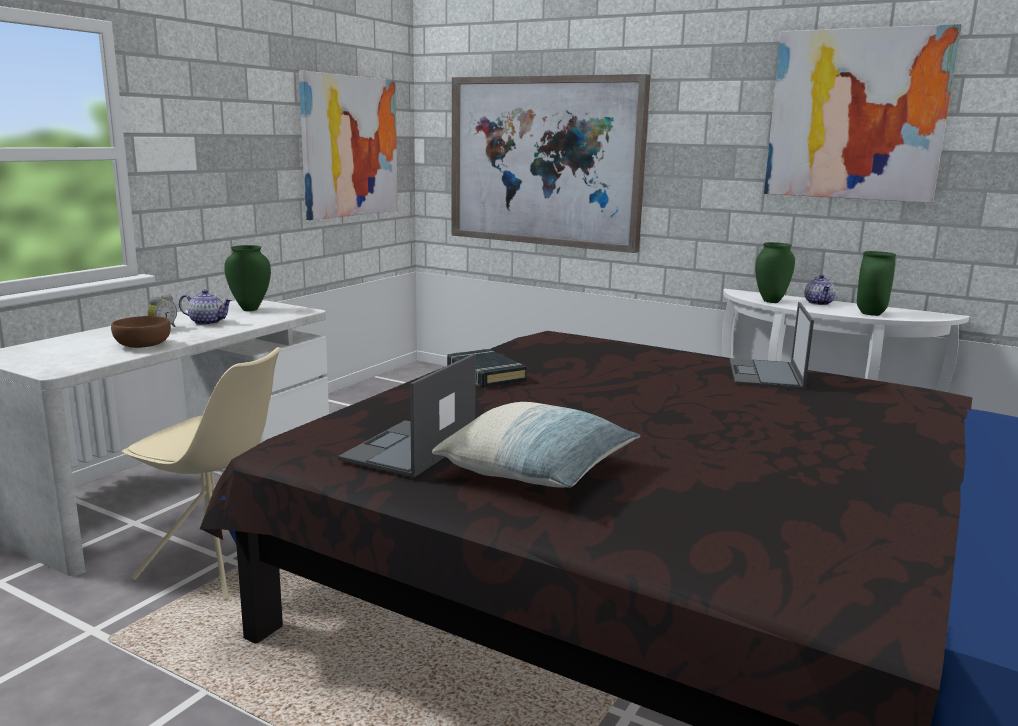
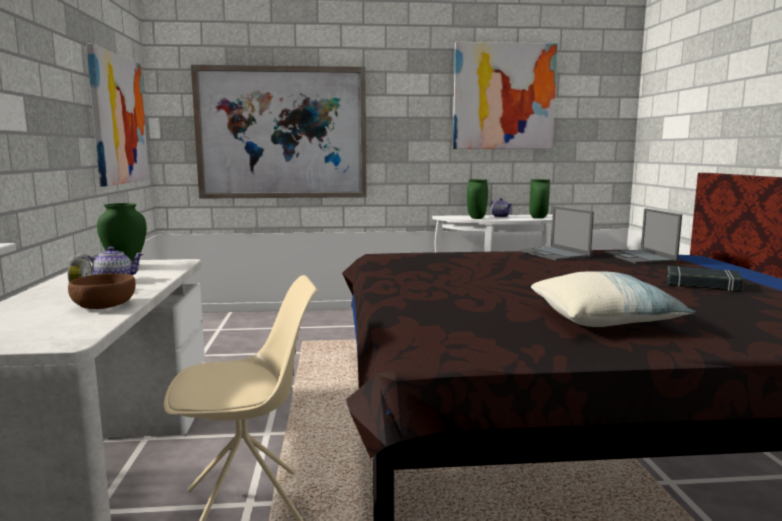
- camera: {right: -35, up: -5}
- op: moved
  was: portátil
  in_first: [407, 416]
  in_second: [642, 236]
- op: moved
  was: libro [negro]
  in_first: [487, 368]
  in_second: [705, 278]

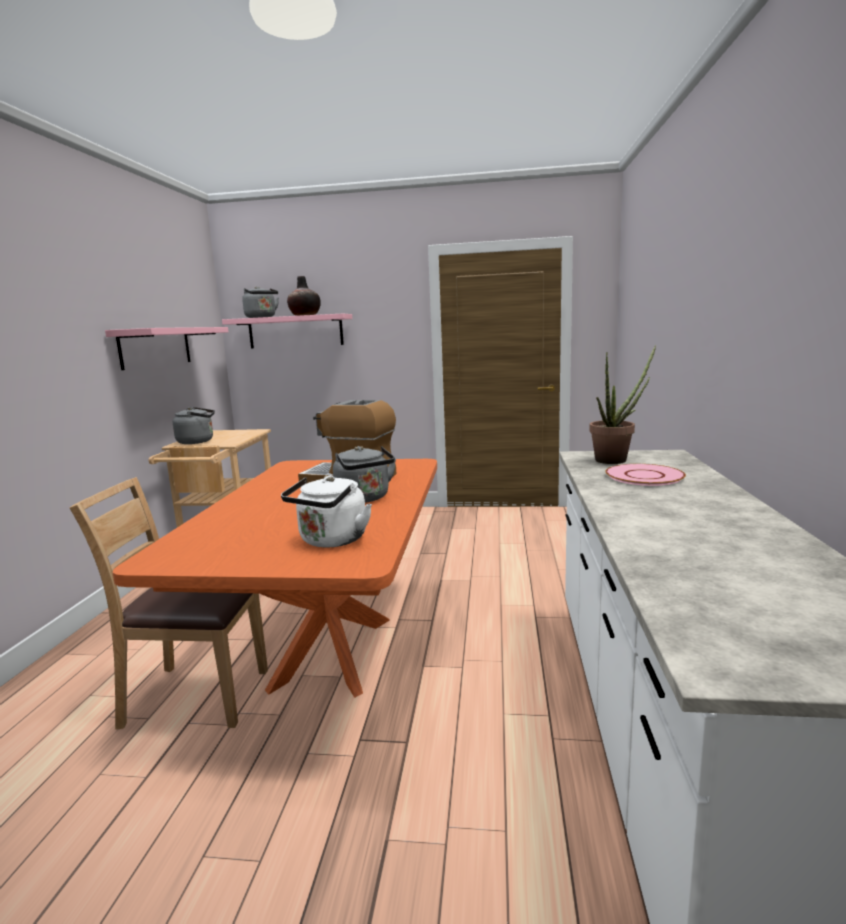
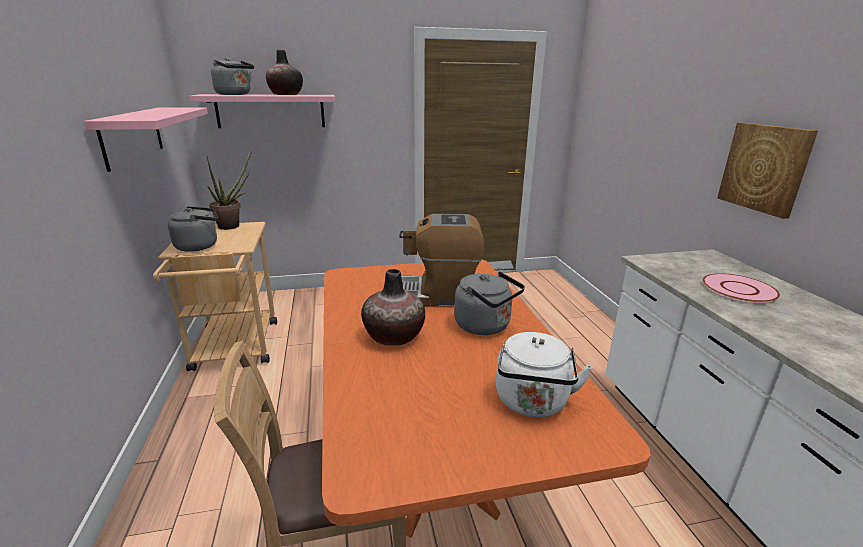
- camera: {right: -20, up: 10}
- op: moved
  was: planta en maceta
  in_first: [622, 404]
  in_second: [229, 189]
- op: added
  now: florero
  in_second: [393, 307]
- op: added
  now: cuadro
  in_second: [767, 170]

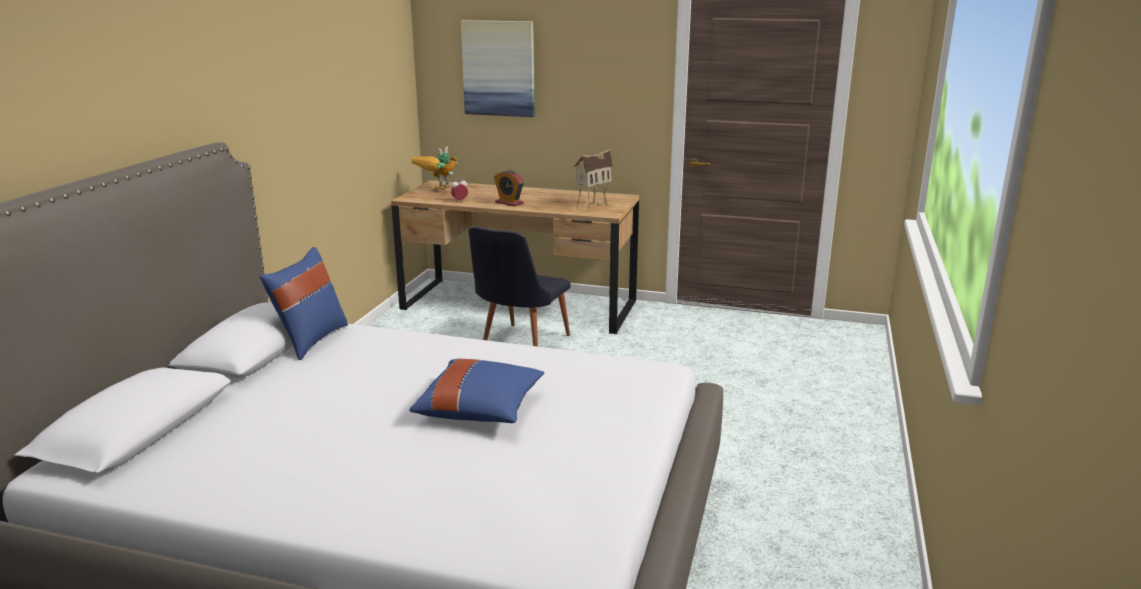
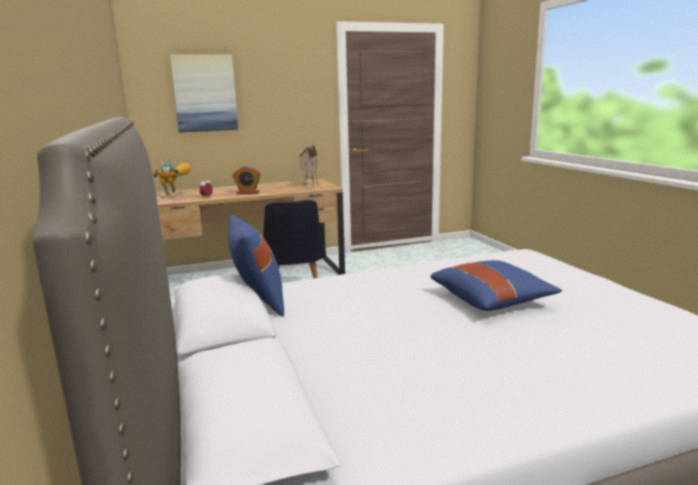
- camera: {right: -35, up: -5}
- op: turned
  was: robot de juguete
  in_first: [434, 169]
  in_second: [171, 178]
  clockwise: -90

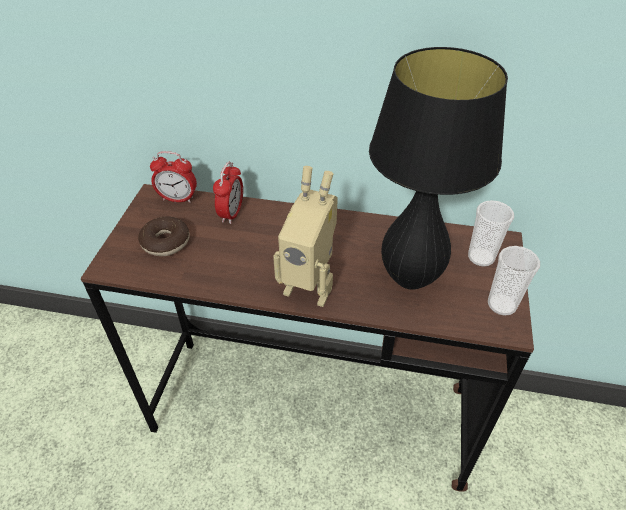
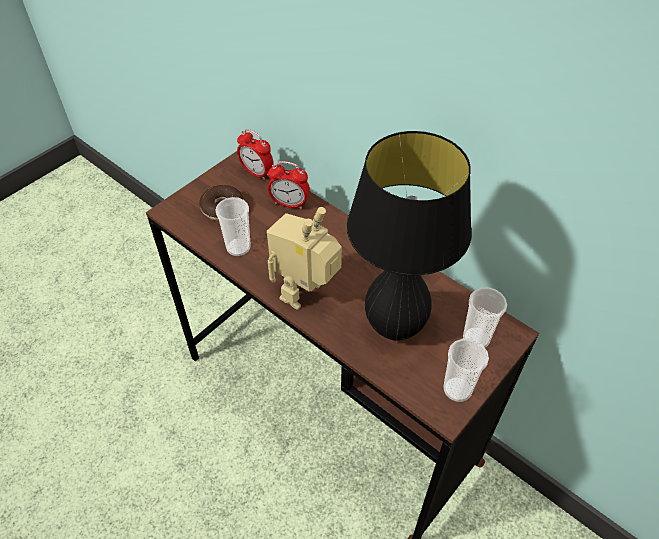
- camera: {right: 30, up: 5}
- op: turned
  was: despertador
  in_first: [228, 193]
  in_second: [289, 185]
  clockwise: 60
- op: turned
  was: robot de juguete
  in_first: [305, 236]
  in_second: [304, 258]
  clockwise: 75
- op: added
  now: taza
  in_second: [233, 226]

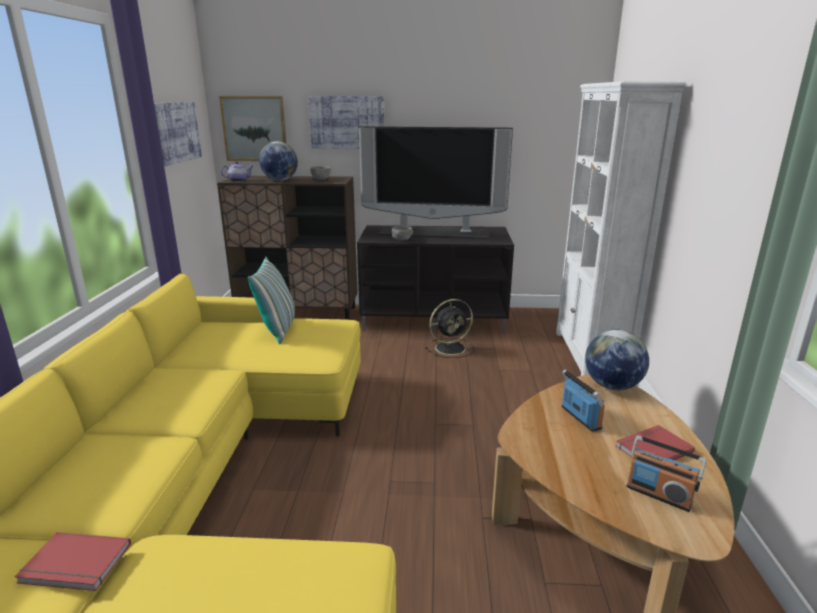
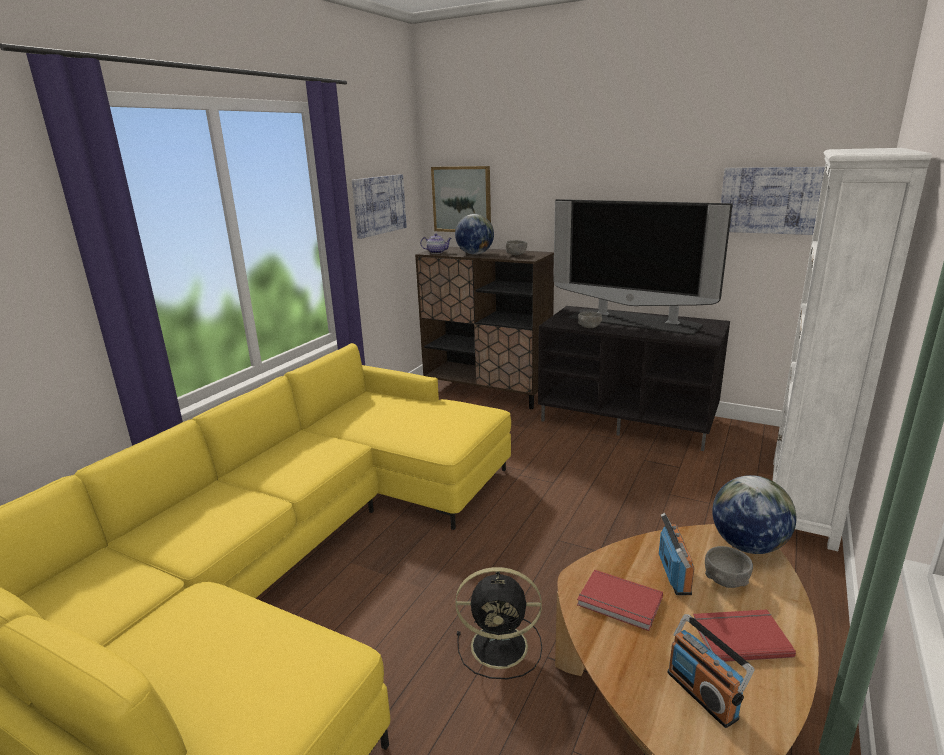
- camera: {right: 25, up: 0}
- op: moved
  was: libro [rojo]
  in_first: [72, 561]
  in_second: [620, 600]
- op: removed
  was: cojín
  in_first: [271, 300]
- op: moved
  was: cuadro
  in_first: [346, 122]
  in_second: [773, 201]
- op: moved
  was: ventilador [negro]
  in_first: [449, 328]
  in_second: [498, 623]
- op: added
  now: cuenco [gris]
  in_second: [729, 567]

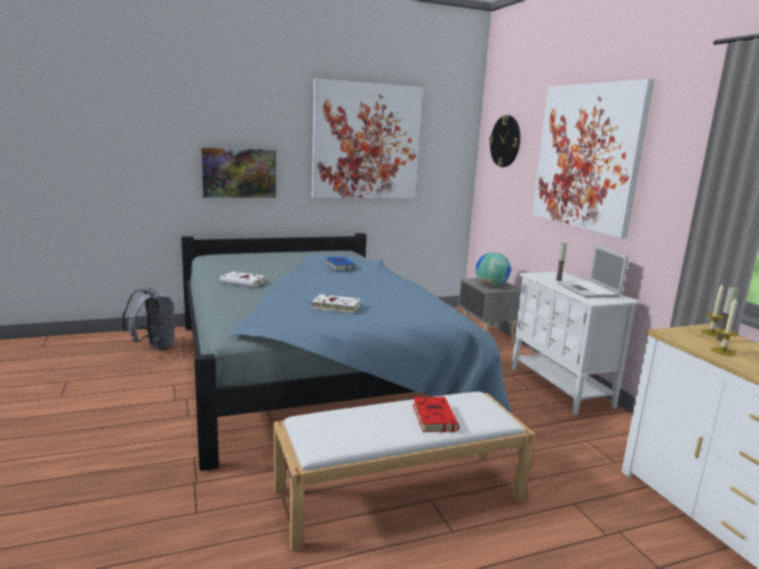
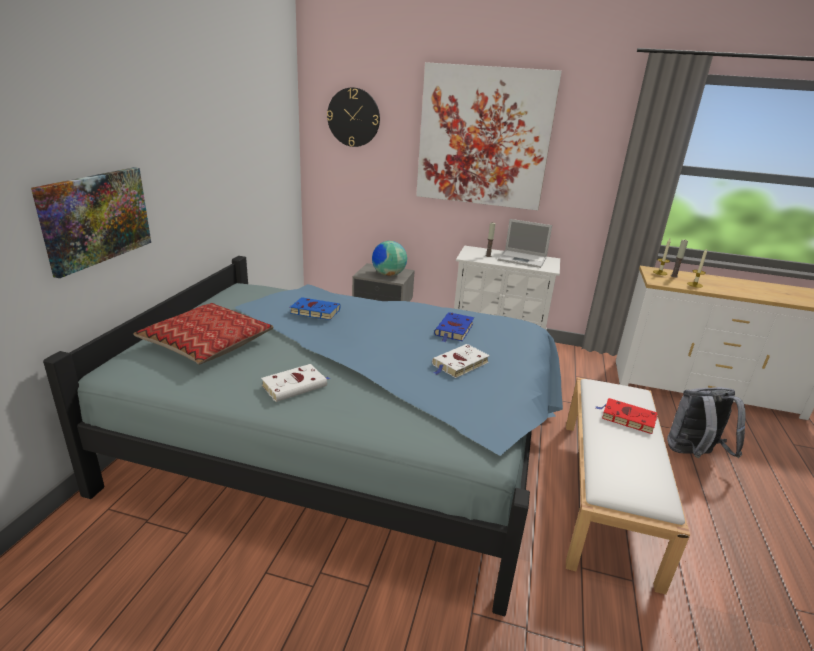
- camera: {right: -55, up: 10}
- op: moved
  was: mochila [gris]
  in_first: [148, 319]
  in_second: [706, 422]
- op: removed
  was: cuadro
  in_first: [367, 138]
- op: added
  now: cojín
  in_second: [203, 334]
- op: added
  now: libro [azul]
  in_second: [454, 327]

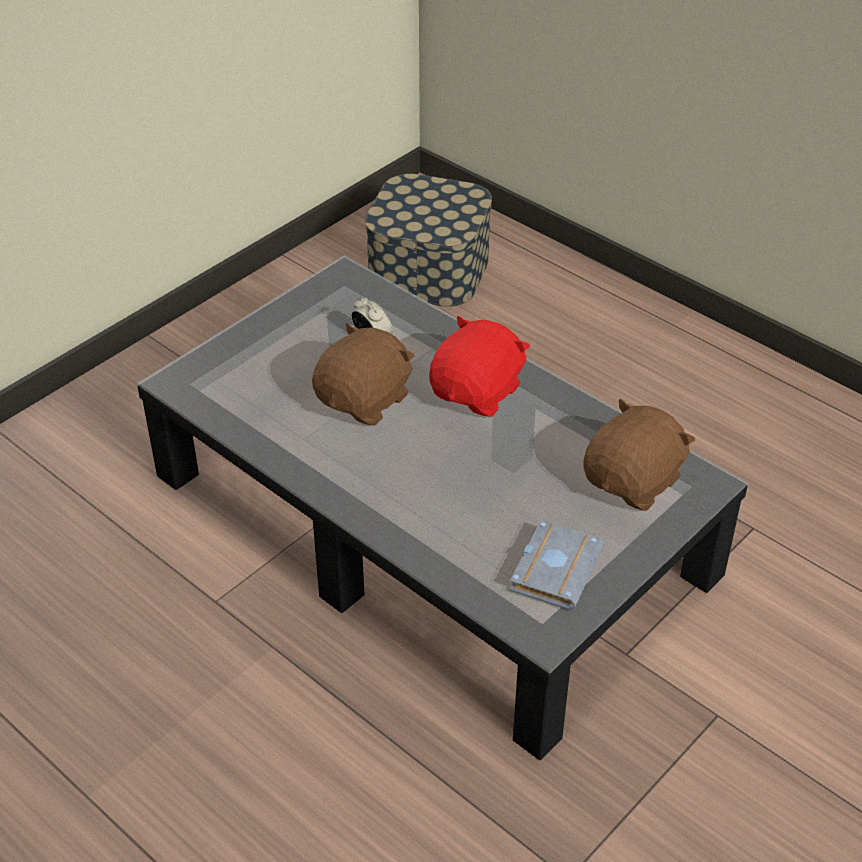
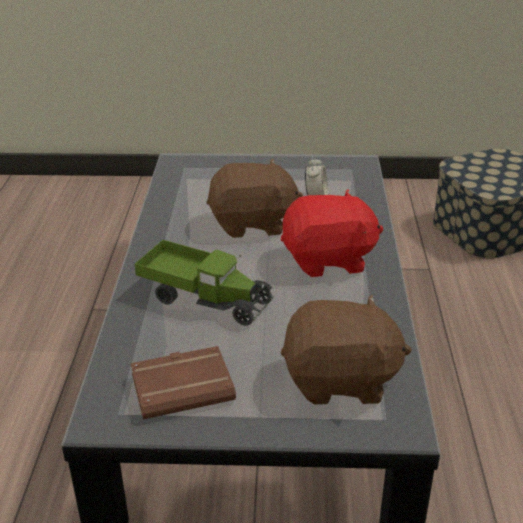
- camera: {right: 50, up: -10}
- op: recoloured
  was: libro [gris]
  now: libro [marrón]
  in_first: [557, 565]
  in_second: [183, 382]
- op: added
  now: camión de juguete
  in_second: [204, 283]

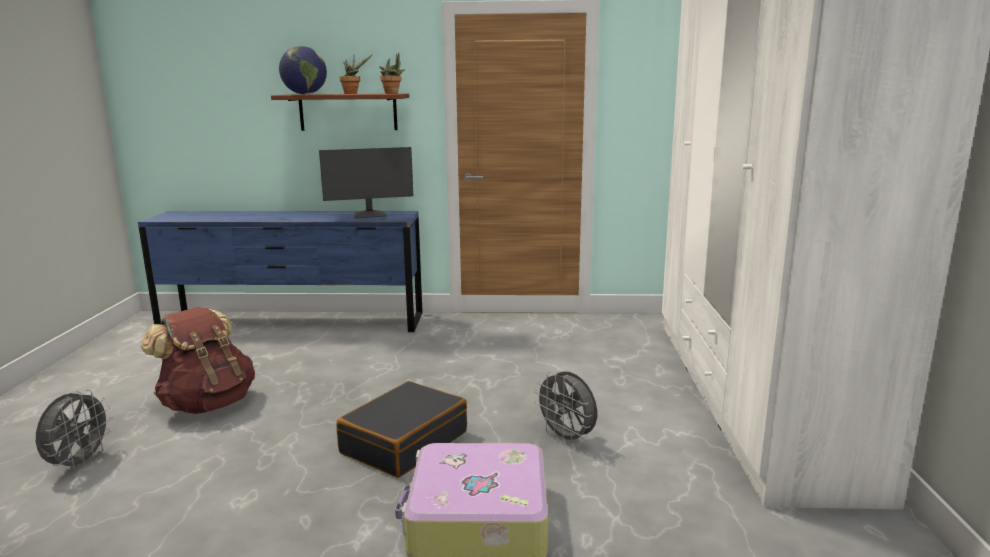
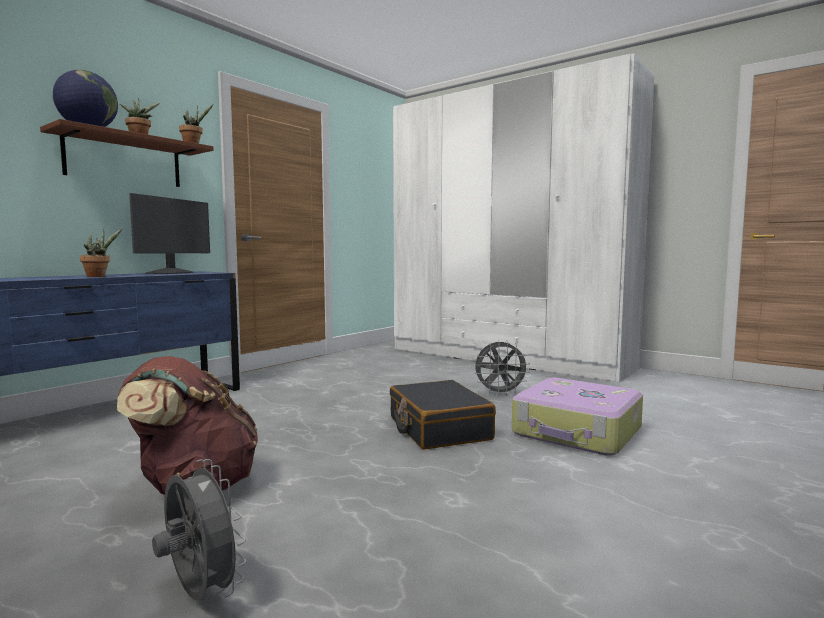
- camera: {right: -55, up: -10}
- op: added
  now: planta en maceta
  in_second: [101, 253]

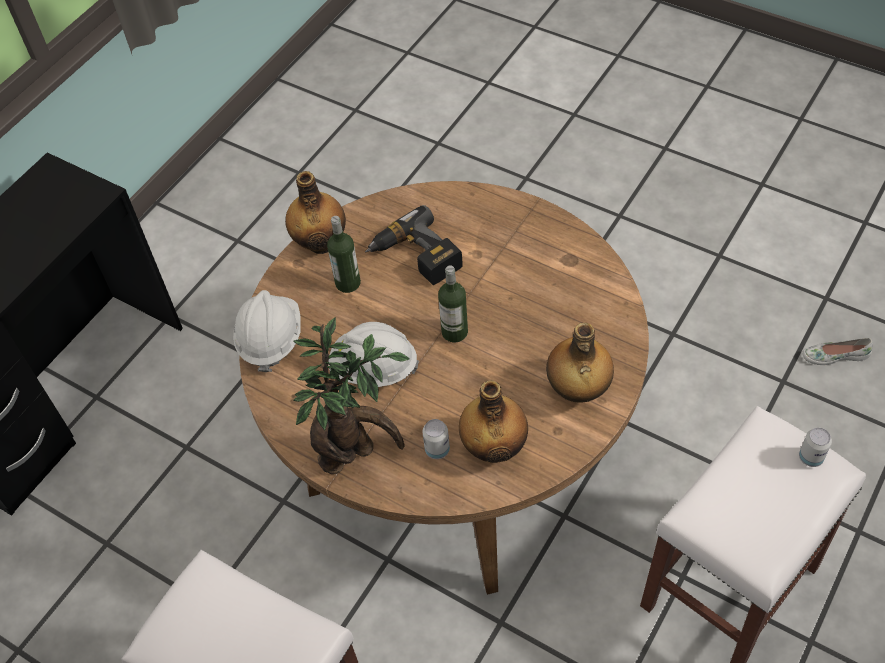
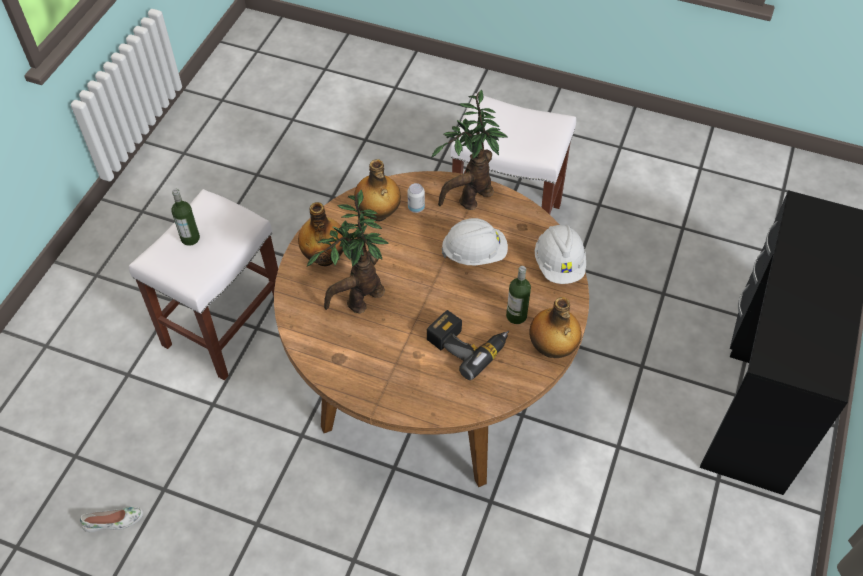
- camera: {right: 165, up: 0}
- op: moved
  was: botella
  in_first: [453, 304]
  in_second: [185, 217]
- op: removed
  was: lata
  in_first: [815, 447]
- op: added
  now: planta en maceta
  in_second: [348, 251]

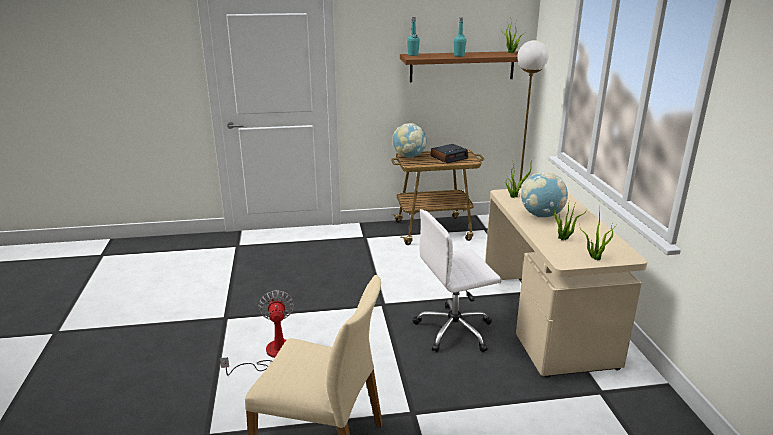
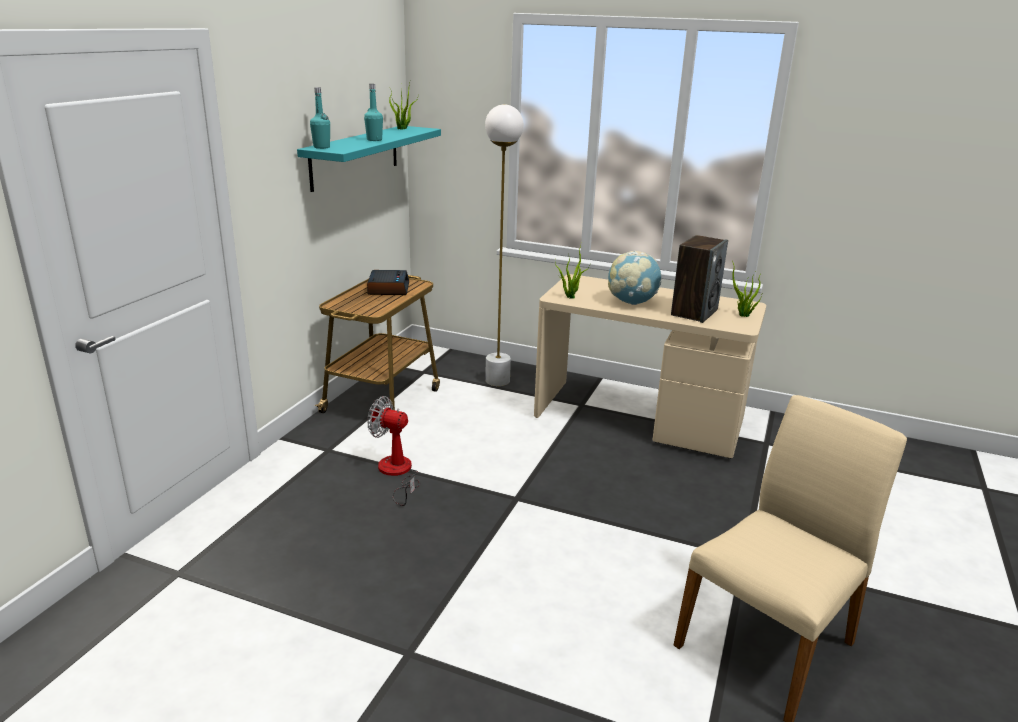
- camera: {right: -60, up: 0}
- op: moved
  was: ventilador
  in_first: [257, 333]
  in_second: [393, 451]
- op: removed
  was: globo terráqueo
  in_first: [409, 140]
- op: recoloured
  was: estante [marrón]
  now: estante [turquesa]
  in_first: [459, 66]
  in_second: [369, 159]
- op: removed
  was: silla de oficina [blanco]
  in_first: [457, 280]
- op: replaced
  was: planta en maceta
  now: altavoz
  in_first: [570, 219]
  in_second: [699, 279]

